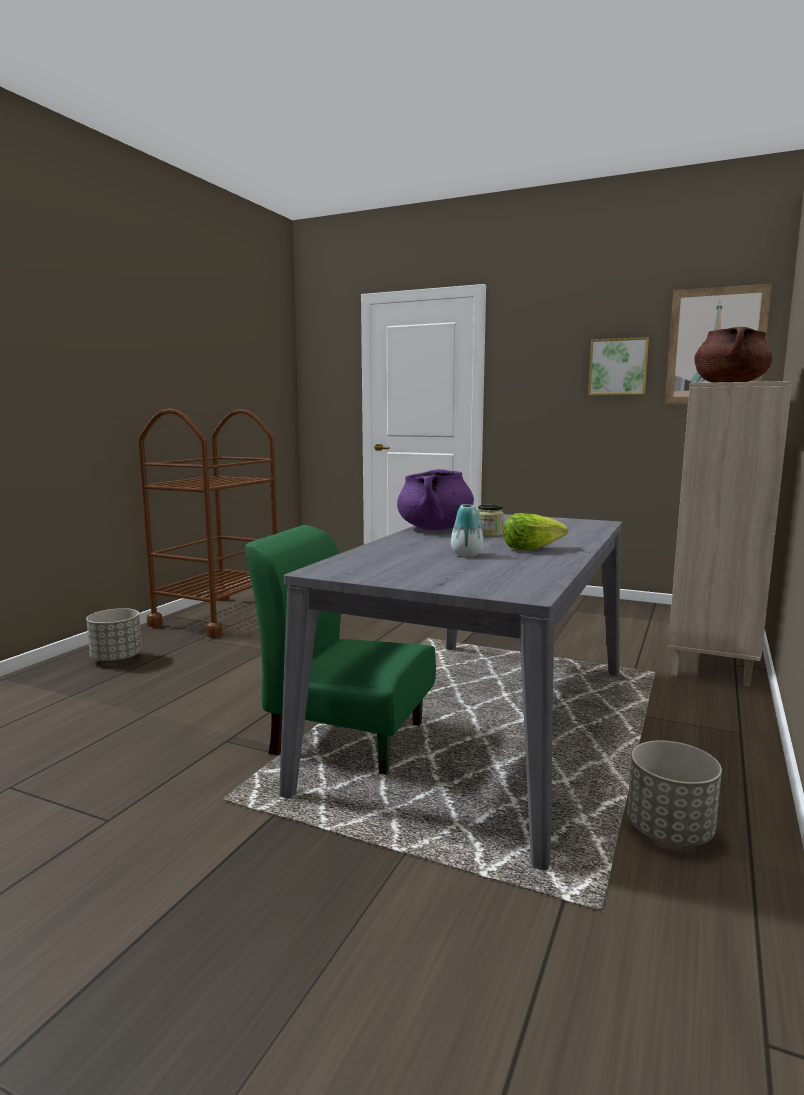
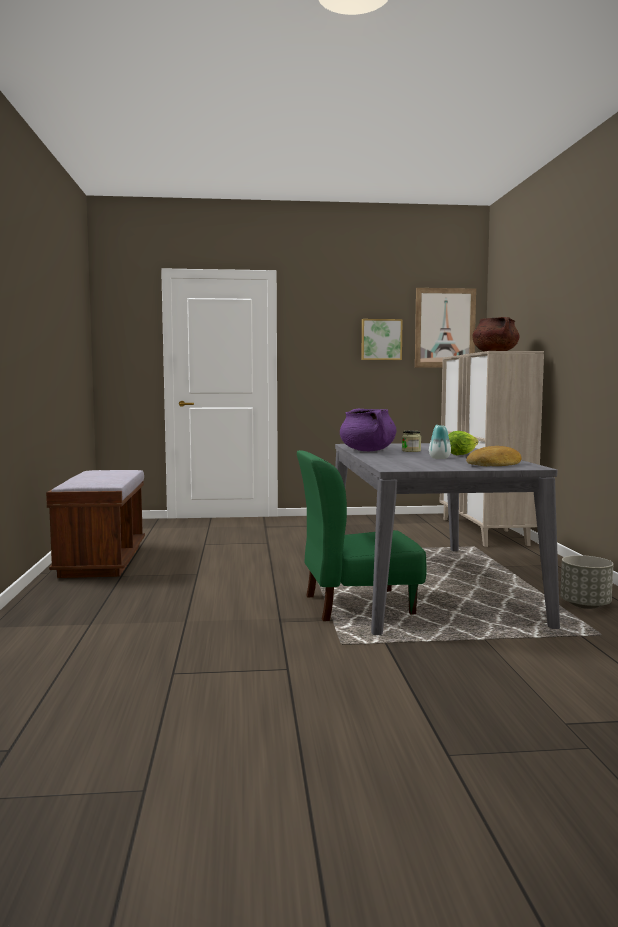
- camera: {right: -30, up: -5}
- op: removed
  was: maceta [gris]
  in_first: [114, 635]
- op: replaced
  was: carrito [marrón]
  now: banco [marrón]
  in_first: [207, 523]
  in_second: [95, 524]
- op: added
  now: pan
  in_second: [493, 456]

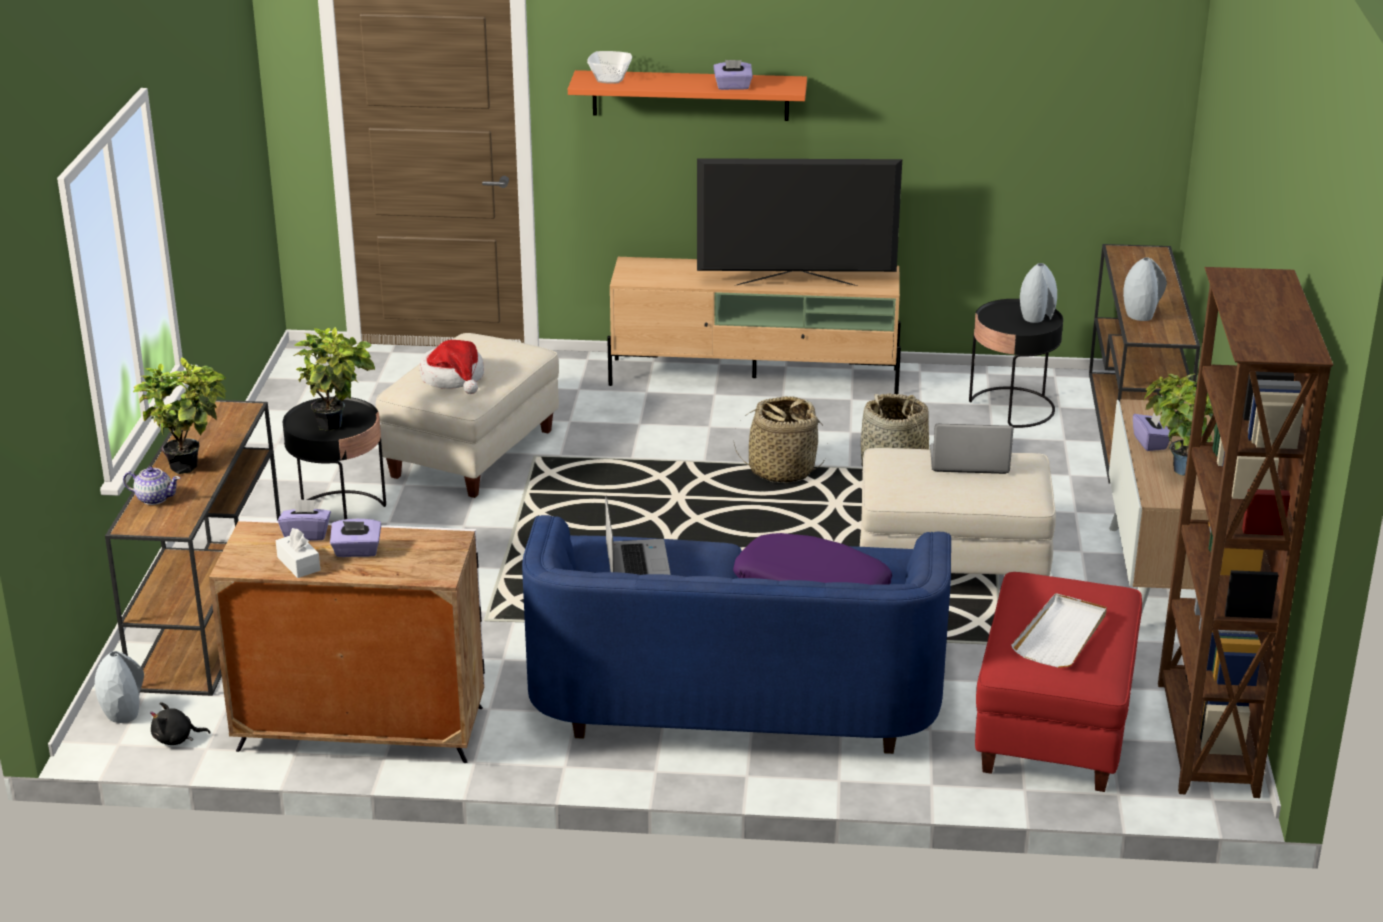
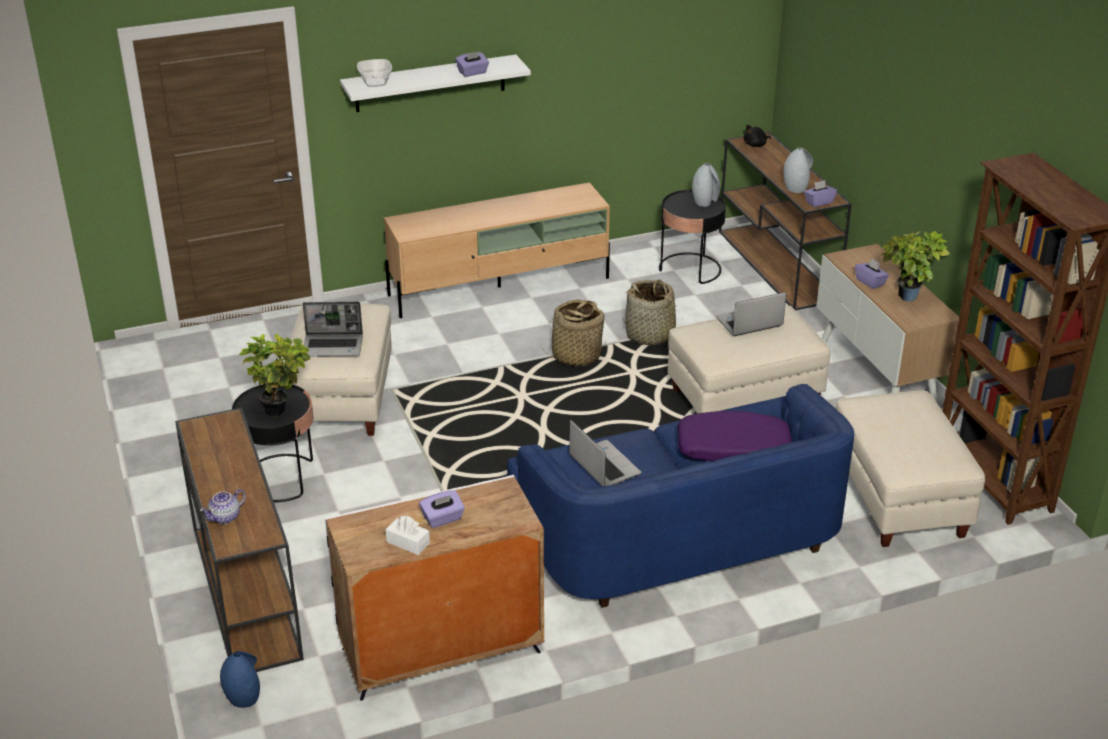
- camera: {right: -25, up: 5}
- op: recoloured
  was: florero [gris]
  now: florero [azul]
  in_first: [119, 687]
  in_second: [240, 679]
- op: turned
  was: tetera
  in_first: [151, 486]
  in_second: [223, 506]
  clockwise: 150
- op: removed
  was: planta en maceta
  in_first: [179, 415]
- op: moved
  was: peluche [negro]
  in_first: [180, 723]
  in_second: [757, 136]
- op: moved
  was: caja de pañuelos [morado]
  in_first: [304, 520]
  in_second: [820, 193]
- op: replaced
  was: sombrero
  now: portátil
  in_first: [452, 367]
  in_second: [333, 329]
- op: recoloured
  was: estante [naranja]
  now: estante [blanco]
  in_first: [687, 95]
  in_second: [435, 83]
- op: removed
  was: televisor
  in_first: [799, 222]
- op: recoloured
  was: puf [rojo]
  now: puf [beis]
  in_first: [1058, 682]
  in_second: [910, 469]
- op: removed
  was: bandeja [blanco]
  in_first: [1059, 630]

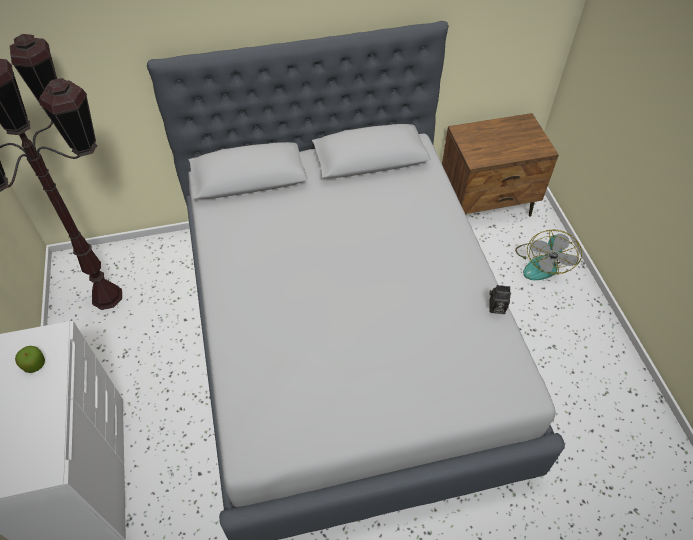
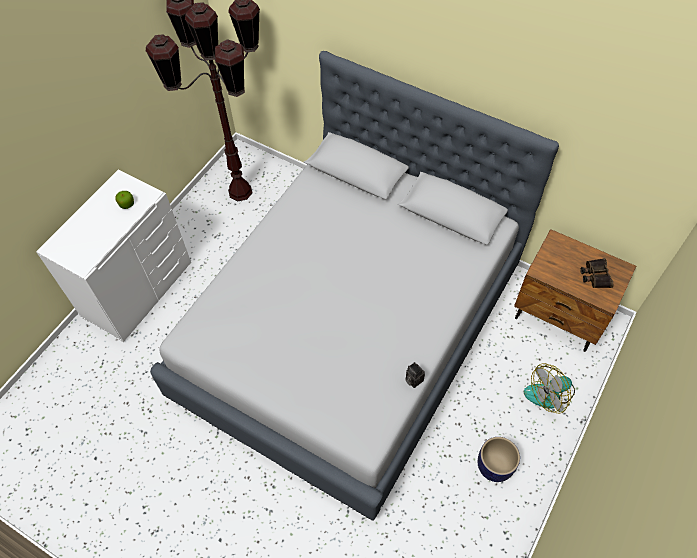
- camera: {right: 45, up: 5}
- op: added
  now: maceta
  in_second: [499, 459]
- op: added
  now: prismáticos
  in_second: [596, 273]

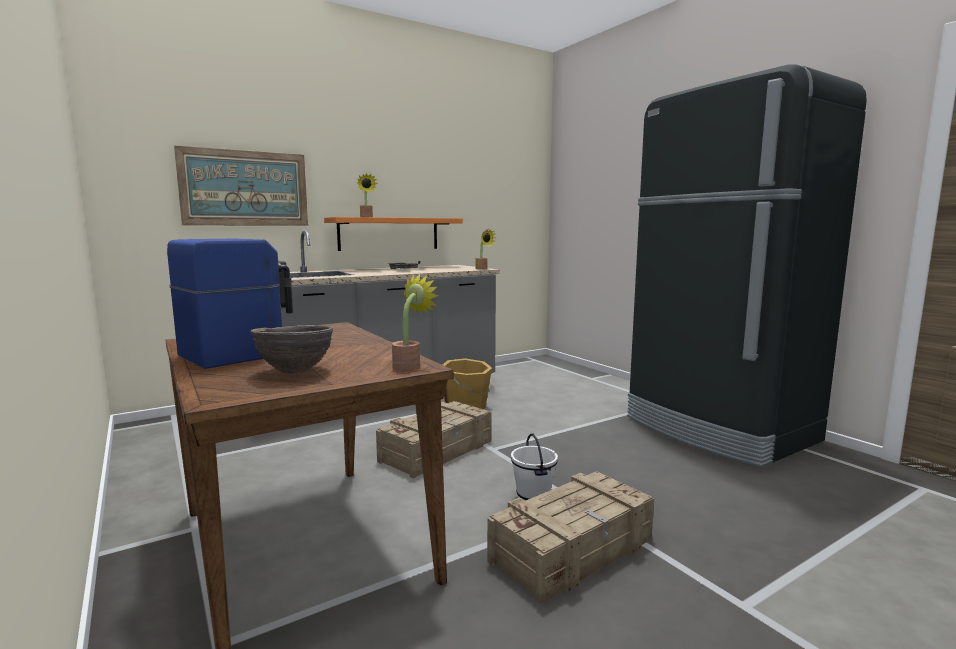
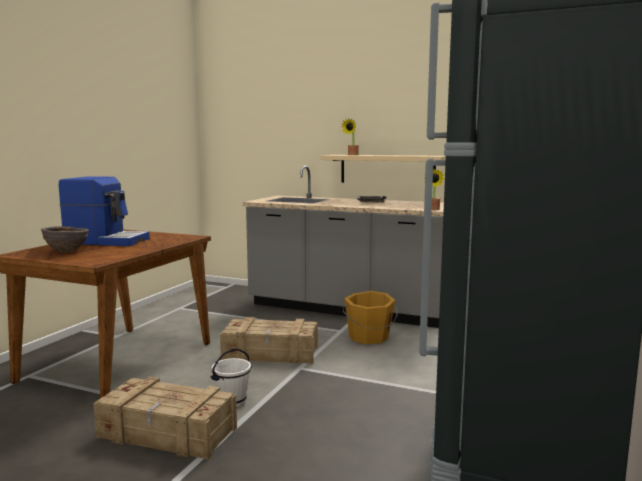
- camera: {right: 55, up: 0}
- op: removed
  was: cuadro
  in_first: [241, 186]
- op: recoloured
  was: estante [naranja]
  now: estante [beis]
  in_first: [393, 234]
  in_second: [383, 169]
- op: removed
  was: planta en maceta
  in_first: [415, 322]

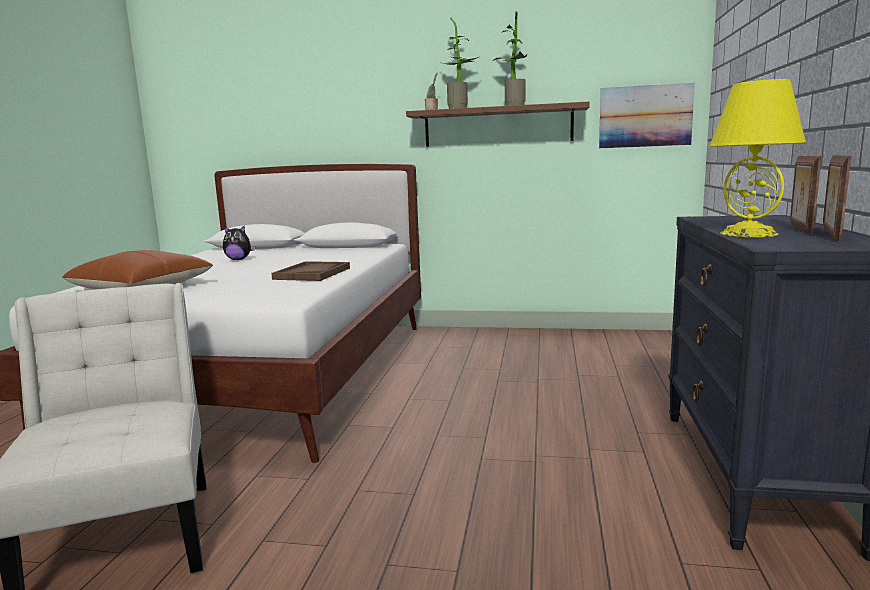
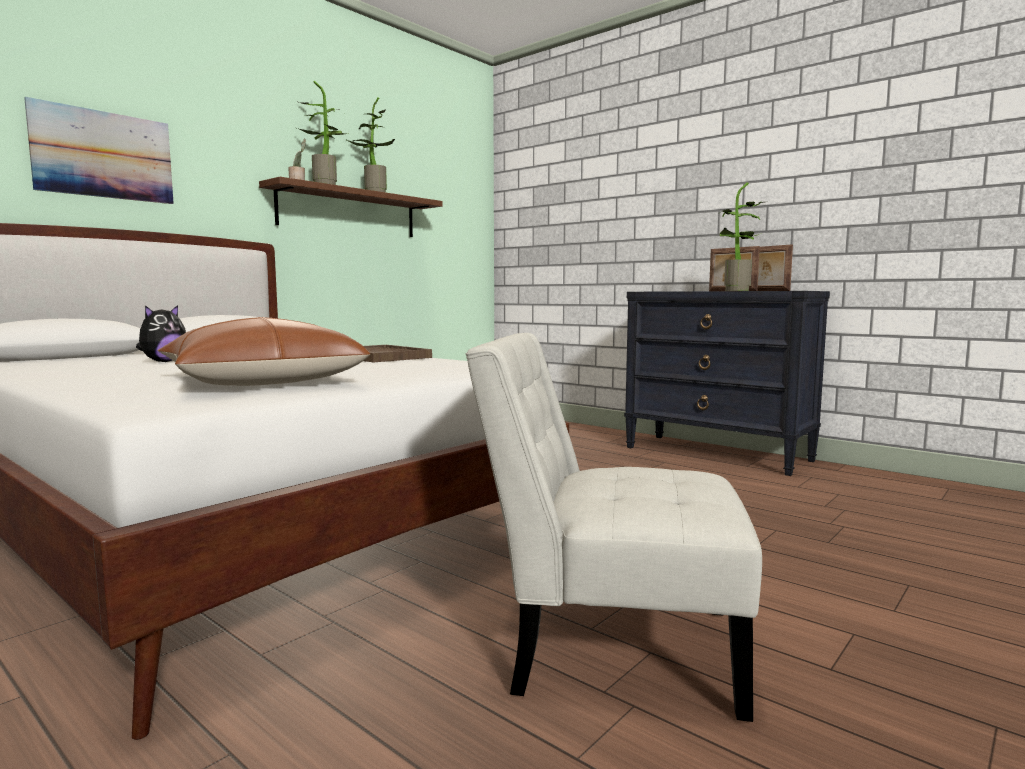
- camera: {right: -60, up: -5}
- op: moved
  was: cuadro
  in_first: [647, 115]
  in_second: [99, 150]
- op: replaced
  was: lámpara de mesa [amarillo]
  now: planta en maceta
  in_first: [757, 158]
  in_second: [744, 236]

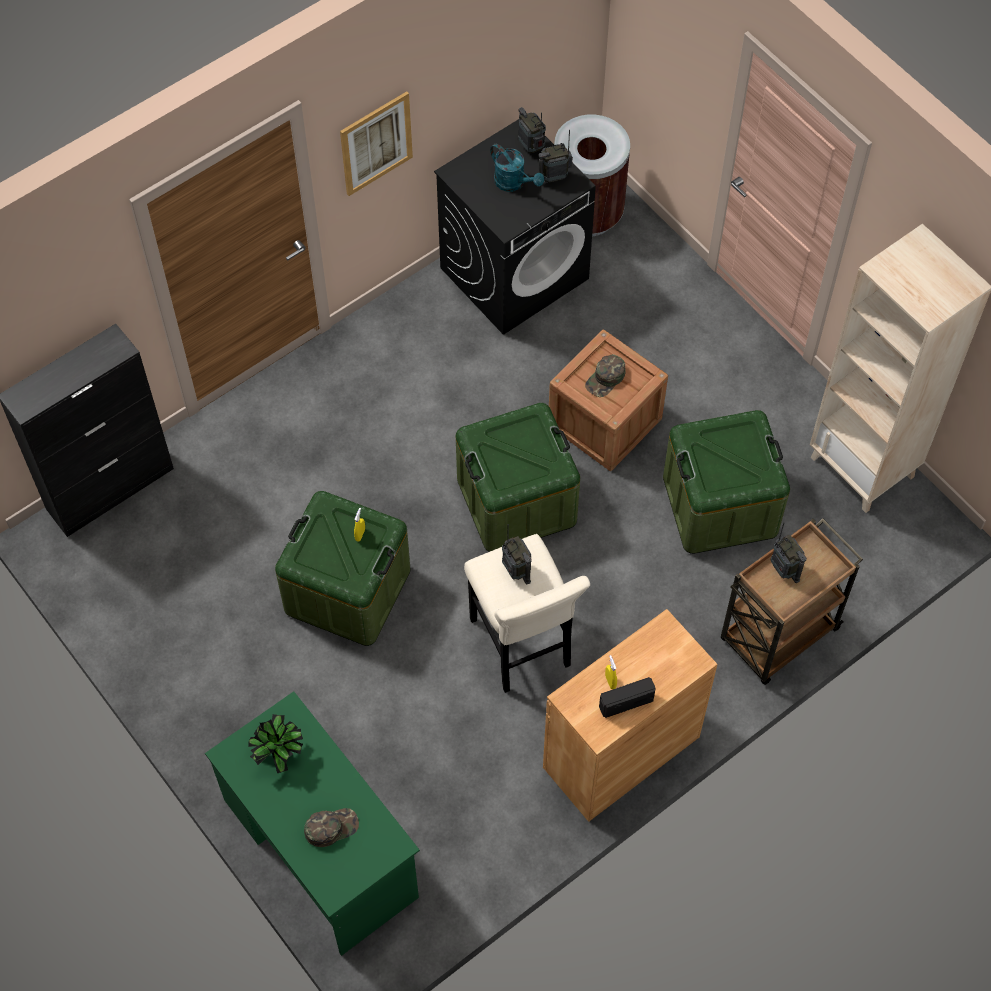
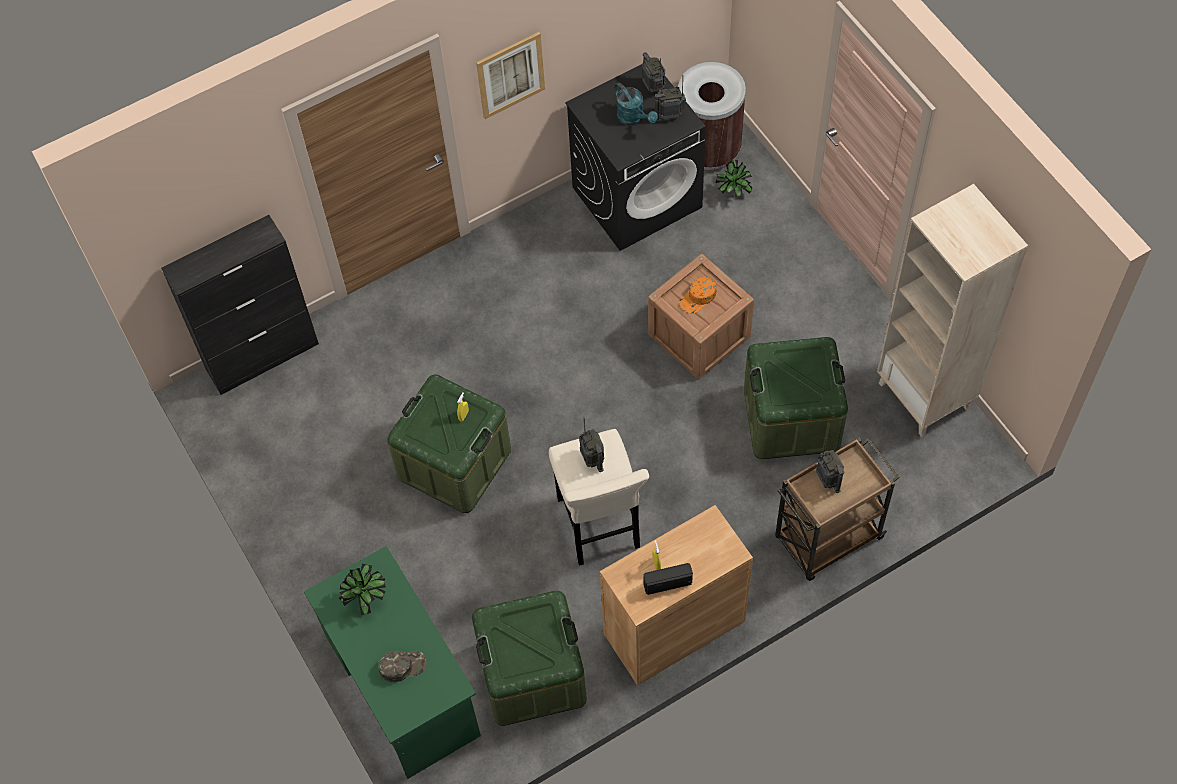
- camera: {right: 10, up: 0}
- op: moved
  was: caja de almacenaje [verde]
  in_first: [518, 477]
  in_second: [529, 658]
- op: recoloured
  was: gorra [verde]
  now: gorra [naranja]
  in_first: [605, 375]
  in_second: [698, 295]
- op: added
  now: planta en maceta
  in_second: [733, 178]

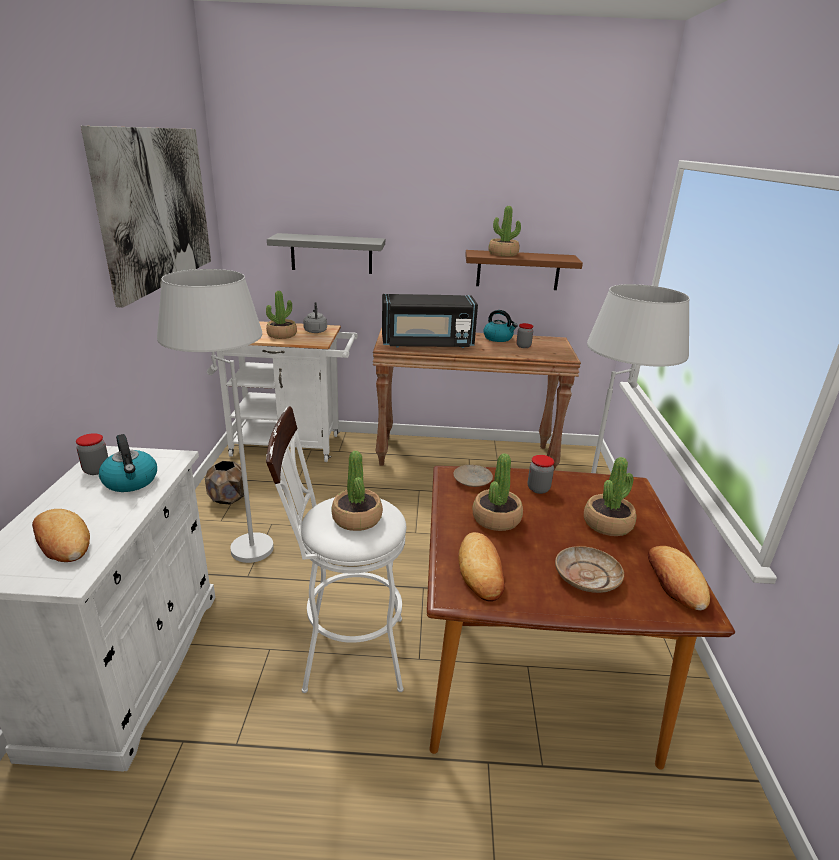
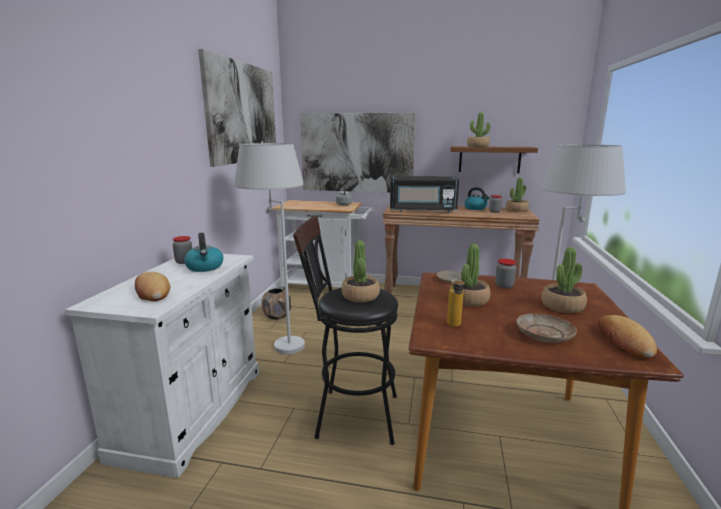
- camera: {right: 10, up: -10}
- op: moved
  was: planta en maceta
  in_first: [281, 315]
  in_second: [517, 195]
- op: recoloured
  was: taburete [blanco]
  now: taburete [negro]
  in_first: [336, 549]
  in_second: [345, 330]
- op: replaced
  was: estante [gris]
  now: cuadro
  in_first: [326, 253]
  in_second: [358, 152]
- op: replaced
  was: pan
  now: botella
  in_first: [481, 567]
  in_second: [455, 301]

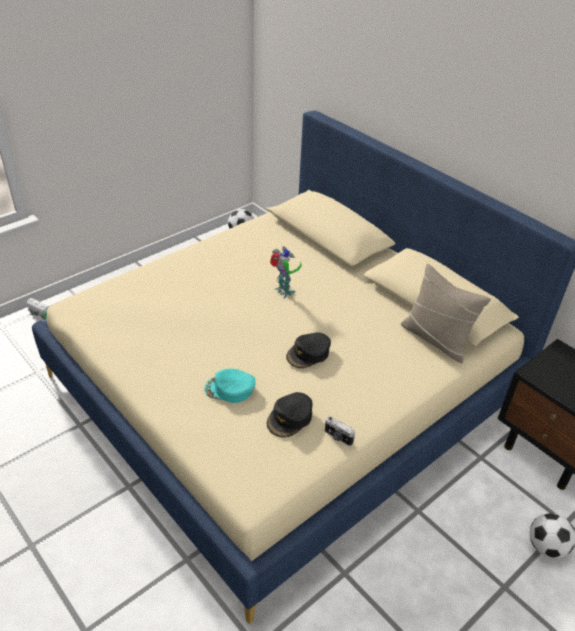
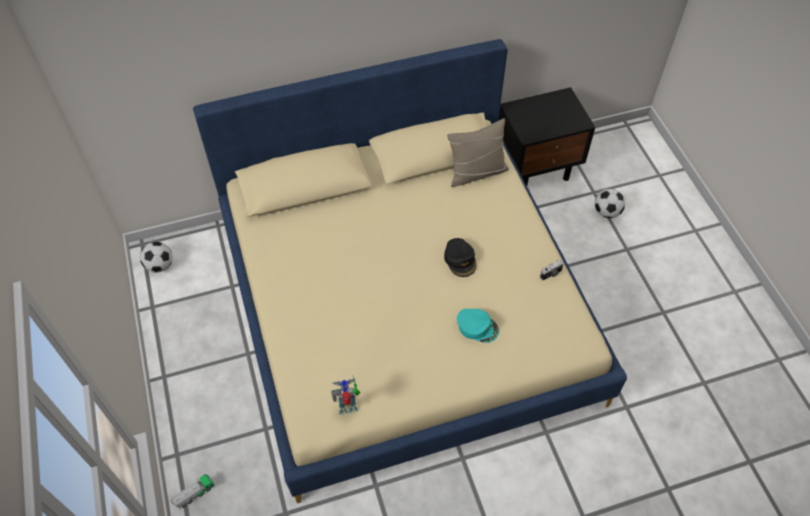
- camera: {right: -65, up: 15}
- op: turned
  was: gorra [turquesa]
  in_first: [230, 386]
  in_second: [478, 326]
  clockwise: -90
- op: removed
  was: gorra [negro]
  in_first: [289, 415]
- op: moved
  was: robot de juguete
  in_first: [286, 272]
  in_second: [346, 395]

